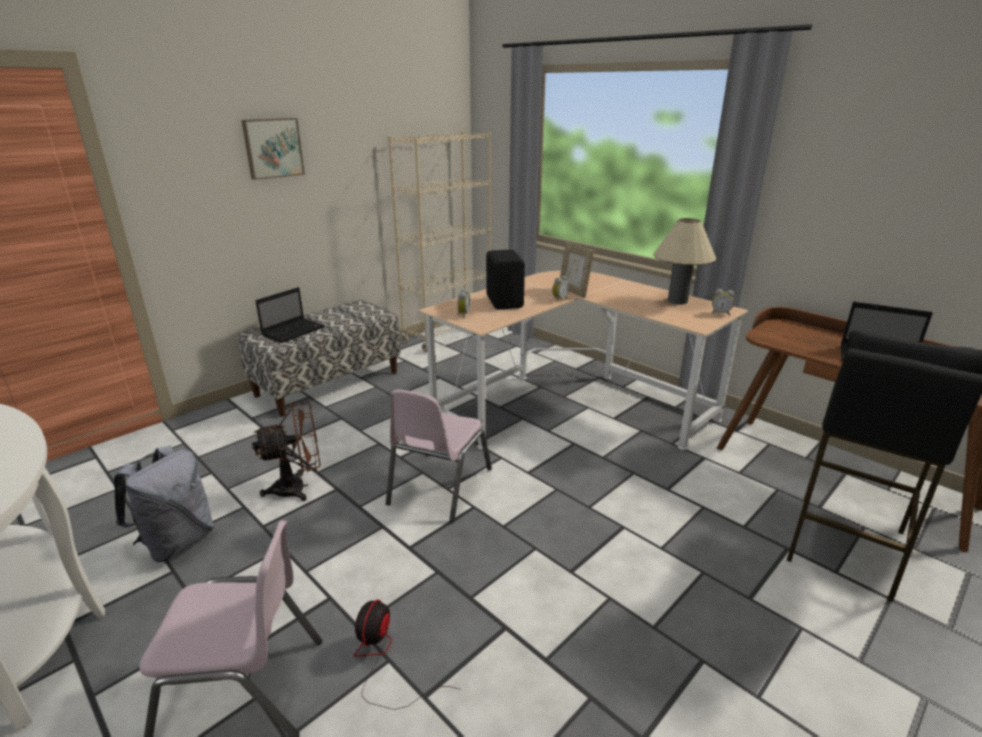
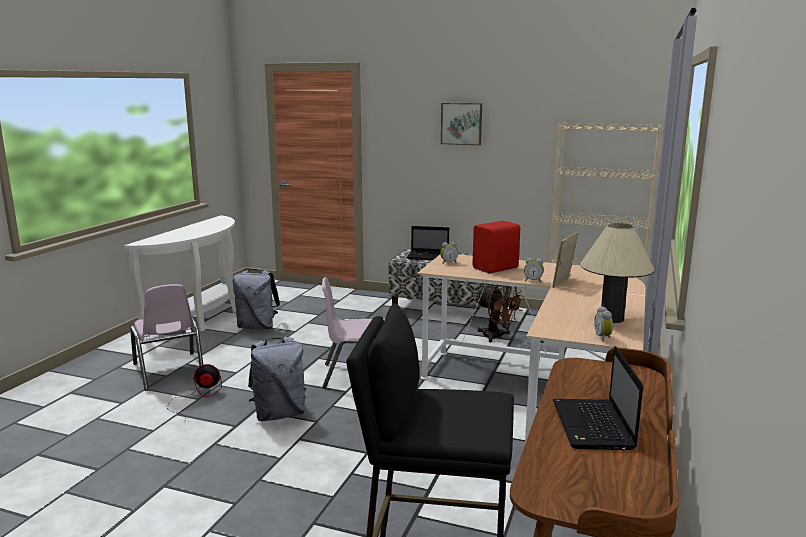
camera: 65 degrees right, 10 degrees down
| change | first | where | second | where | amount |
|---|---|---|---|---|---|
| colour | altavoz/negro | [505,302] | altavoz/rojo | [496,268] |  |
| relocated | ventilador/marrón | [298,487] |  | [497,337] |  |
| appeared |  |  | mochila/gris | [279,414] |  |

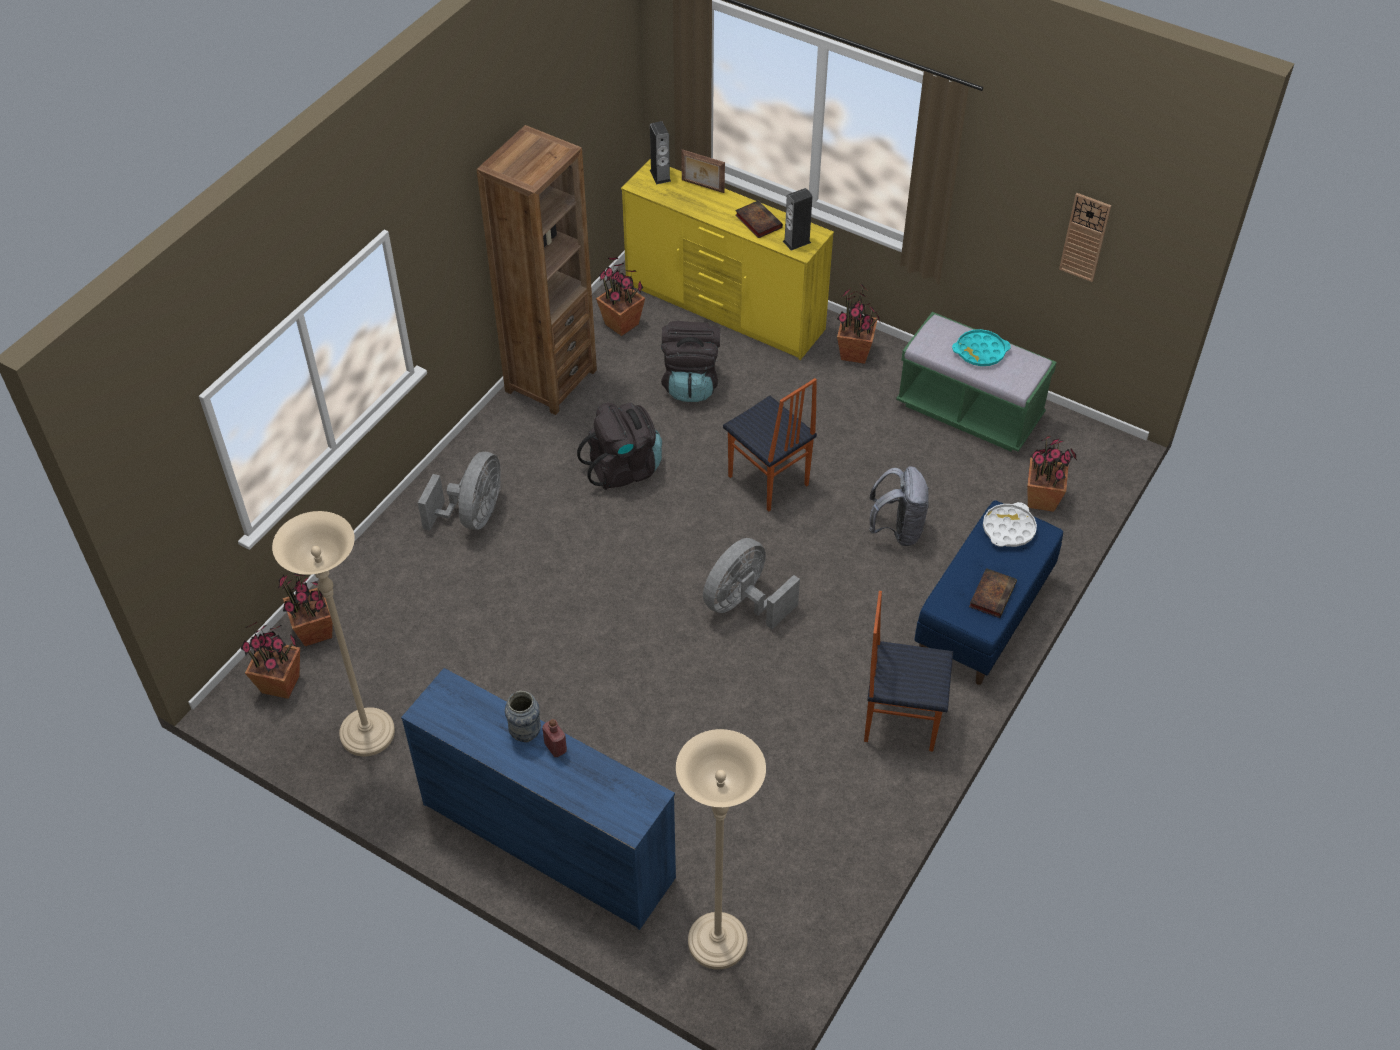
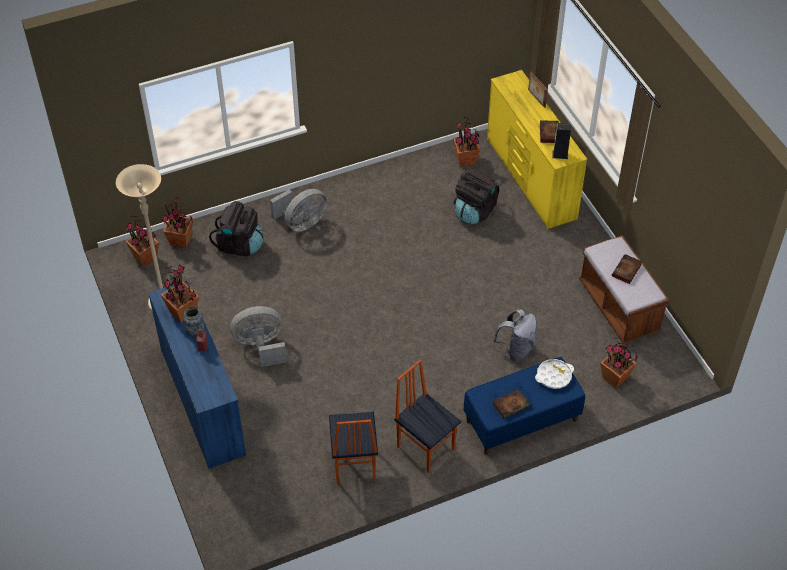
camera: 35 degrees right, 0 degrees up
| change | first | where | second | where | amount |
|---|---|---|---|---|---|
| missing | altavoz | [660,175] |  |  |  |
| missing | estantería/marrón | [550,380] |  |  |  |
| missing | reloj de pared | [1085,237] |  |  |  |
| relocated | planta en maceta | [855,353] |  | [182,313] |  |
| colour | banco/verde | [969,412] | banco/marrón | [619,307] |  |
| exchanged | bandeja/turquesa | [980,352] | libro | [626,271] |  |
| relocated | silla | [767,481] |  | [353,464] |  |
| relocated | mochila/negro | [624,468] |  | [240,245] |  |
| relocated | ventilador/gris | [744,604] |  | [261,346] |  |
| missing | lámpara de pie/beis | [717,943] |  |  |  |

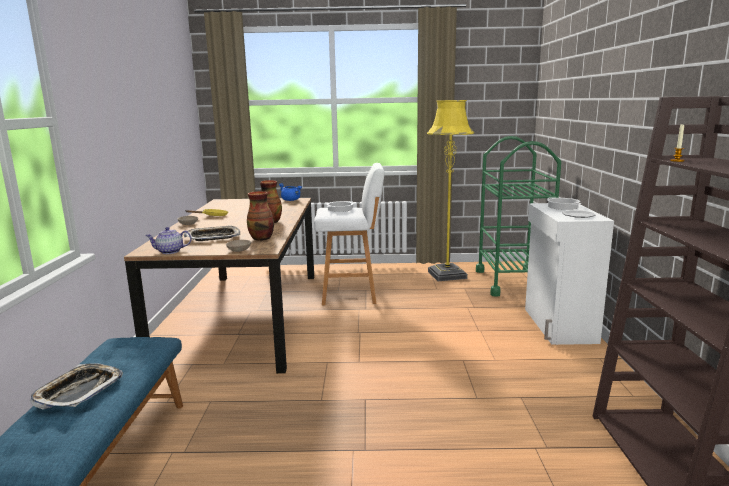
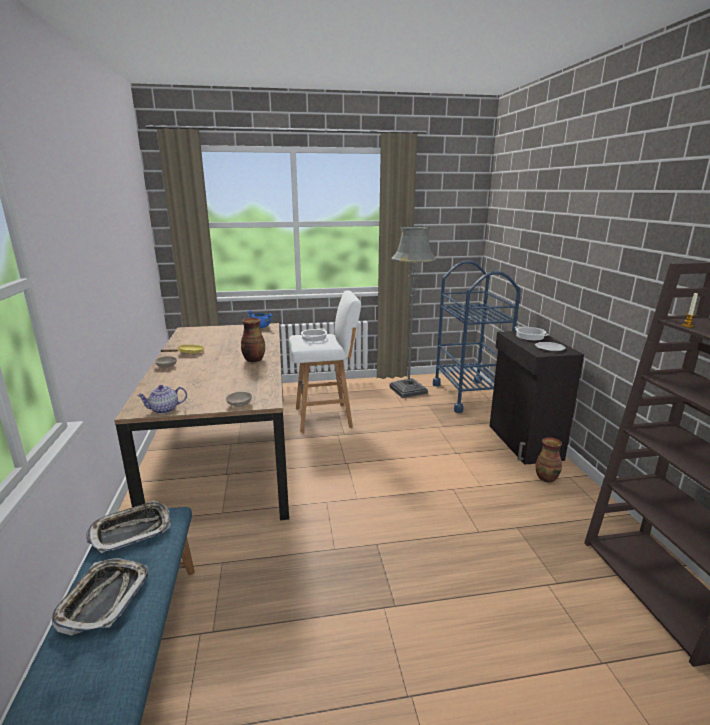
camera: 10 degrees left, 5 degrees up
| change | first | where | second | where | amount |
|---|---|---|---|---|---|
| colour | lámpara de pie/amarillo | [447,275] | lámpara de pie/gris | [408,390] |  |
| colour | carrito/verde | [512,282] | carrito/azul | [468,395] |  |
| relocated | florero | [262,238] |  | [546,478] |  |
| colour | armario/blanco | [558,325] | armario/negro | [523,442] |  |
| relocated | bandeja | [213,237] |  | [131,530] |  |

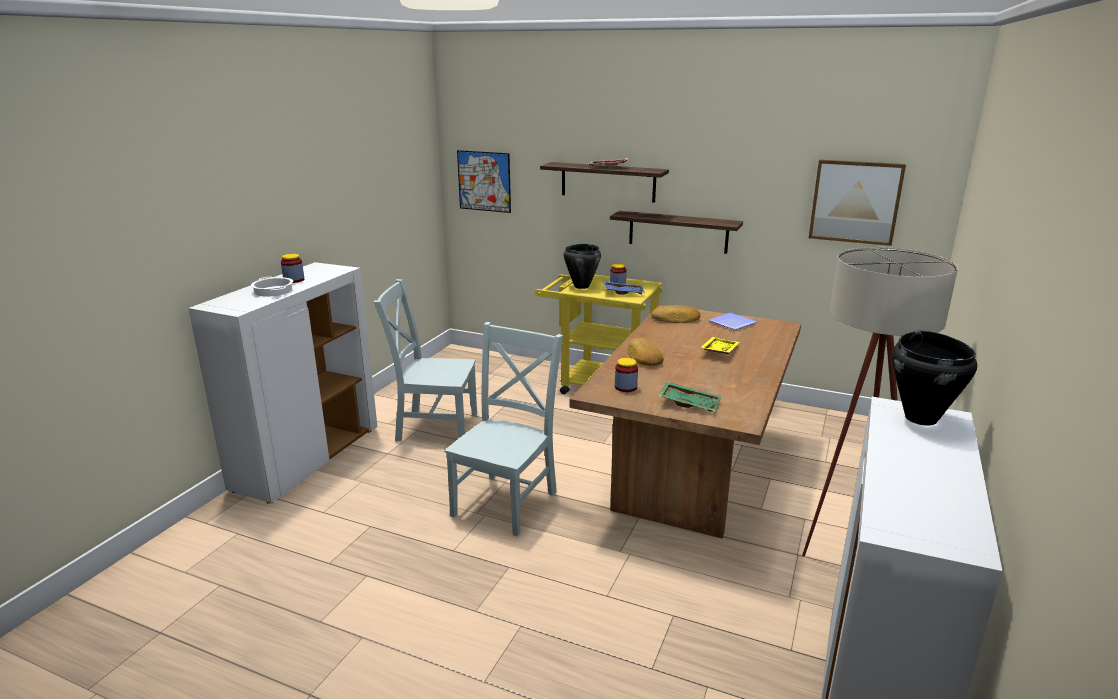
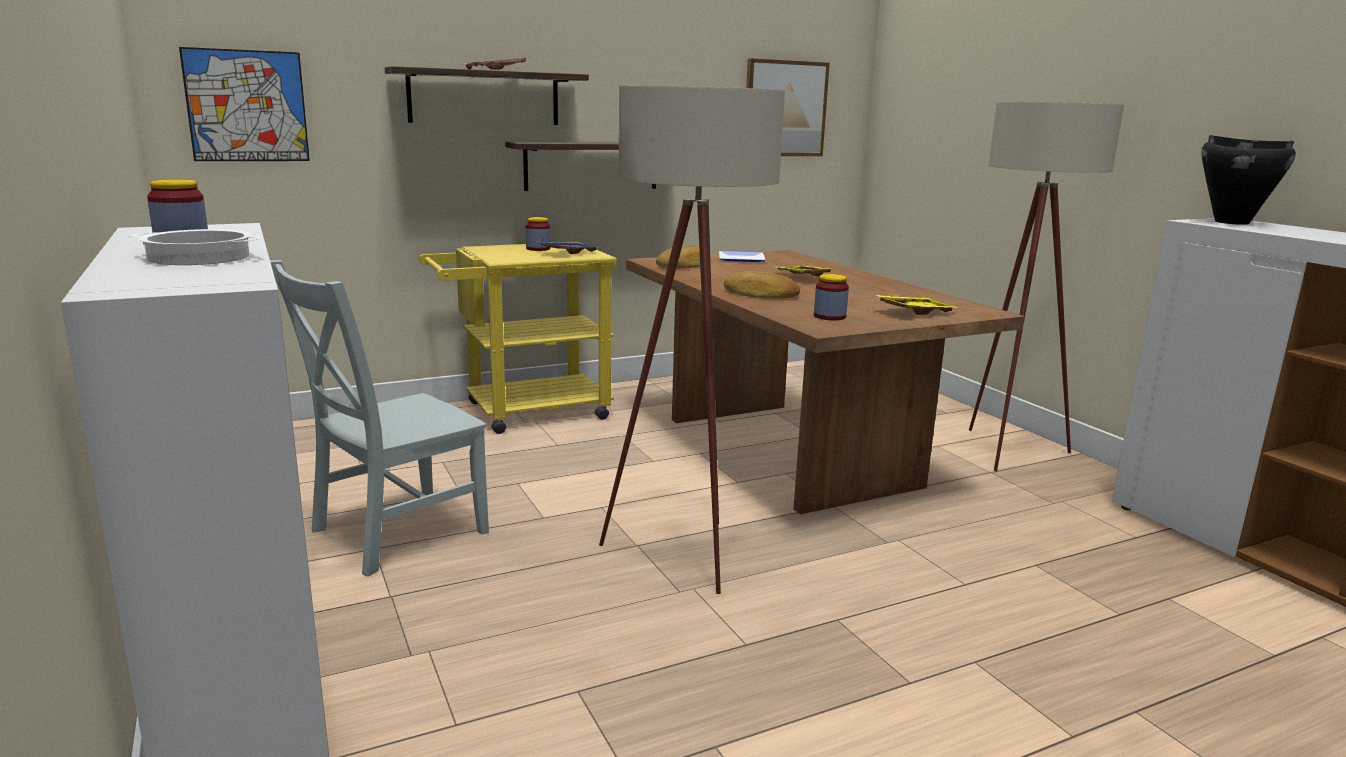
camera: 50 degrees left, 5 degrees down
| change | first | where | second | where | amount |
|---|---|---|---|---|---|
| missing | olla/negro | [581,286] |  |  |  |
| exchanged | silla/gris | [507,501] | lámpara de pie/beis | [685,561] |  |
| colour | bandeja/verde | [690,403] | bandeja/amarillo | [914,312] |  |

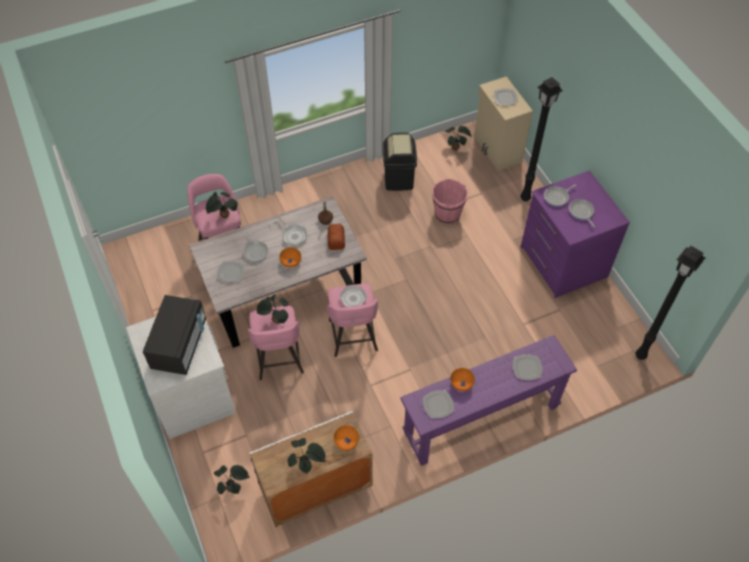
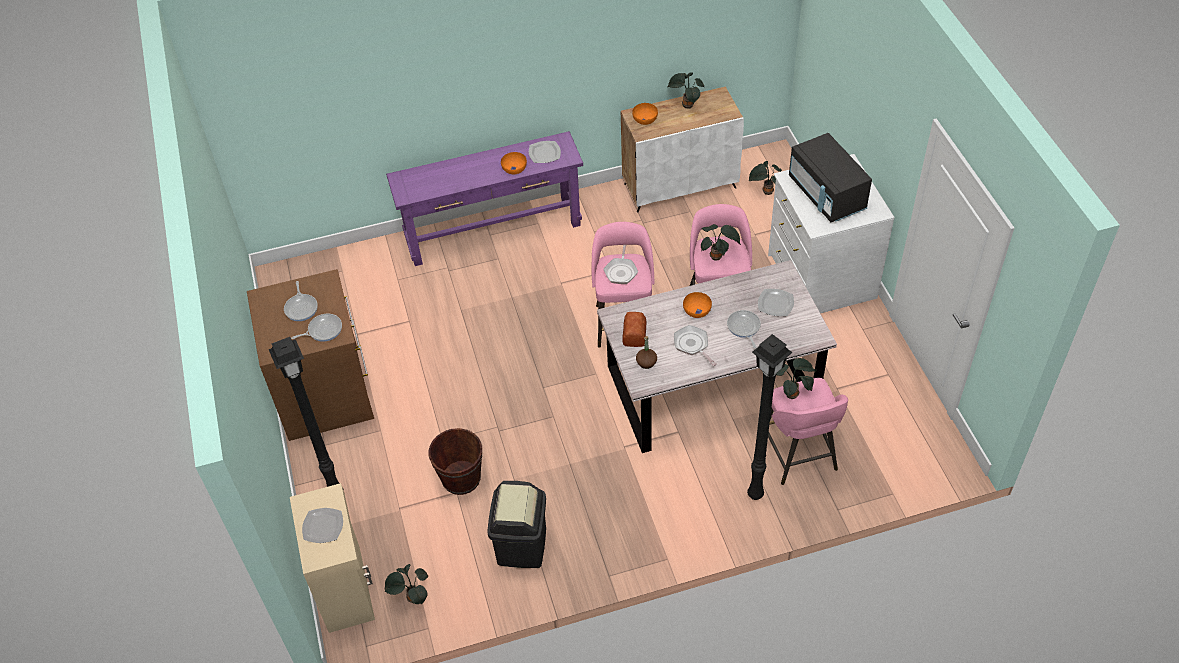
camera: 170 degrees left, 5 degrees down
| change | first | where | second | where | amount |
|---|---|---|---|---|---|
| colour | cómoda/morado | [562,262] | cómoda/marrón | [326,393] |  |
| colour | cubo/rosa | [447,214] | cubo/marrón | [461,478] |  |
| relocated | lámpara de pie/negro | [641,355] |  | [753,494] |  |
| spun | microondas/negro | [179,345] |  | [826,195] | 45 degrees counterclockwise |
| missing | plato | [526,367] |  |  |  |

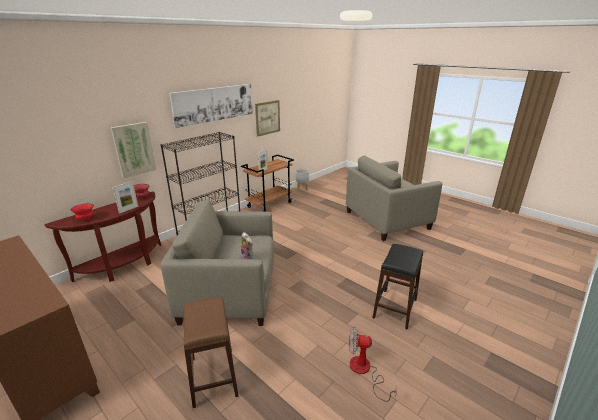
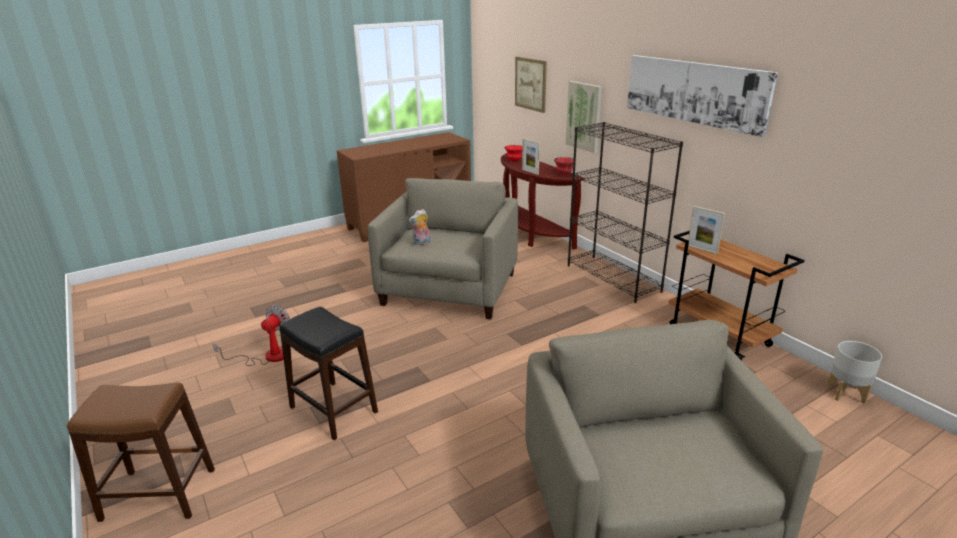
camera: 105 degrees right, 0 degrees up
| change | first | where | second | where | amount |
|---|---|---|---|---|---|
| relocated | cuadro | [267,118] |  | [530,84] |  |
| relocated | taburete/marrón | [213,376] |  | [159,494] |  |

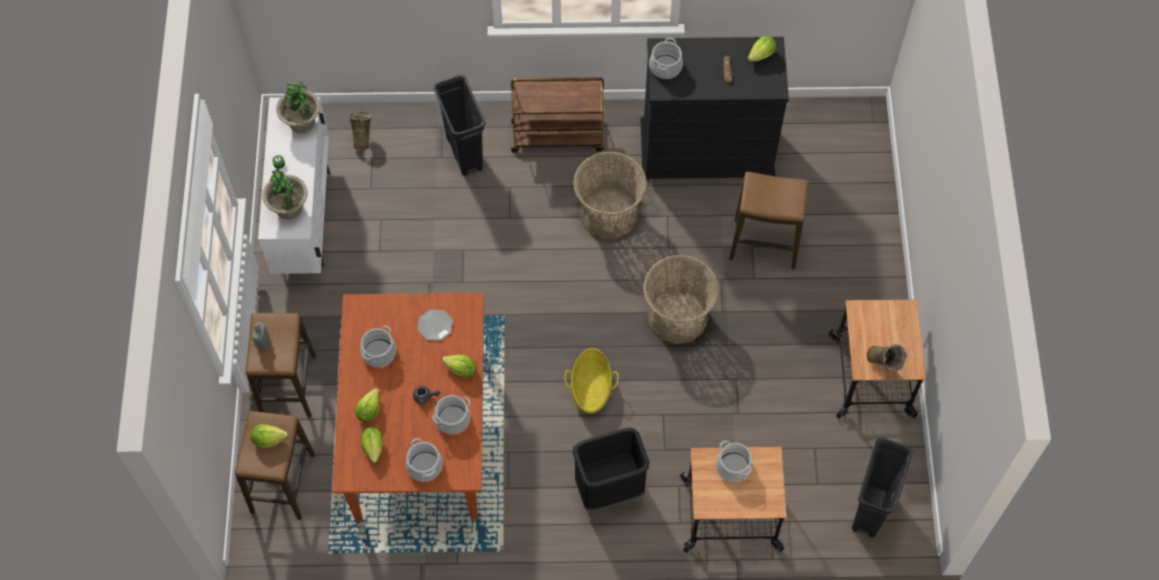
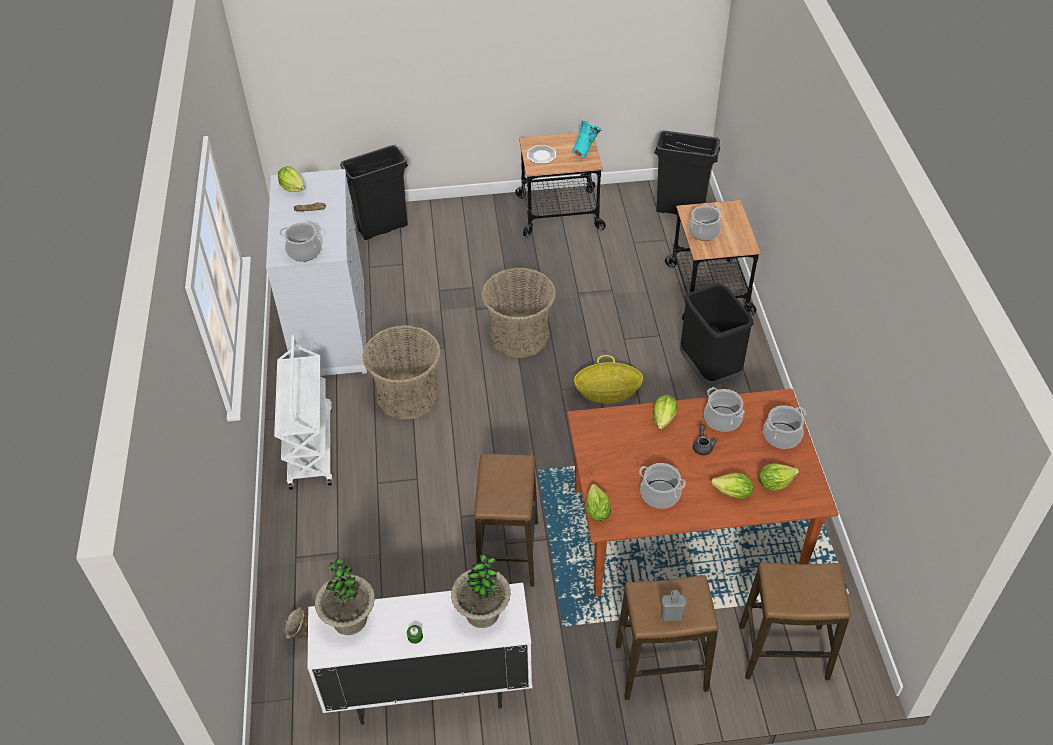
camera: 95 degrees left, 15 degrees down
| change | first | where | second | where | amount |
|---|---|---|---|---|---|
| colour | cómoda/negro | [707,149] | cómoda/blanco | [329,327] |  |
| relocated | papelera/negro | [464,153] |  | [383,228] |  |
| colour | carrito/marrón | [558,135] | carrito/blanco | [310,446] |  |
| relocated | taburete | [764,244] |  | [508,552] |  |
| relocated | plato | [435,325] |  | [541,155] |  |
| colour | florero/beis | [883,366] | florero/turquesa | [586,153] |  |
| relocated | lechuga | [268,439] |  | [597,511] |  |

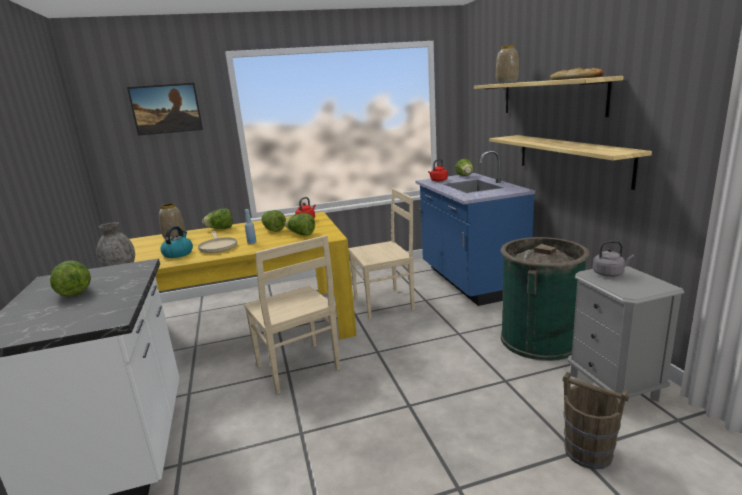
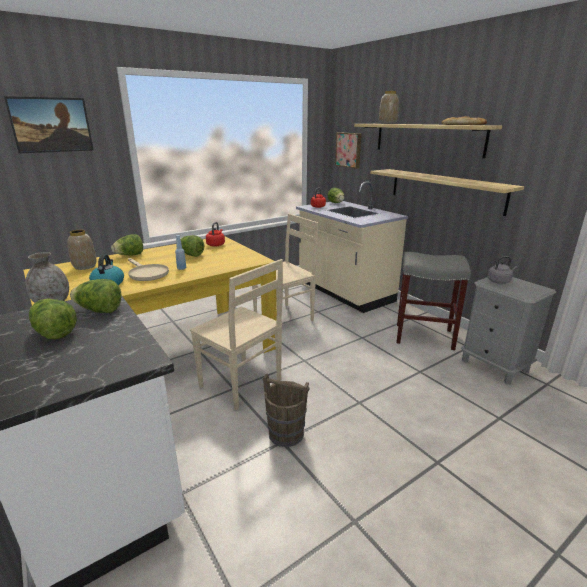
camera: 20 degrees left, 5 degrees up
| change | first | where | second | where | amount |
|---|---|---|---|---|---|
| colour | mueble bajo de cocina/azul | [470,281] | mueble bajo de cocina/beis | [344,293] |  |
| relocated | lechuga | [301,234] |  | [99,310] |  |
| exchanged | papelera/verde | [539,340] | taburete/gris | [425,336] |  |
| relocated | cubo/marrón | [587,452] |  | [285,433] |  |
| appeared |  |  | cuadro | [349,150] |  |

